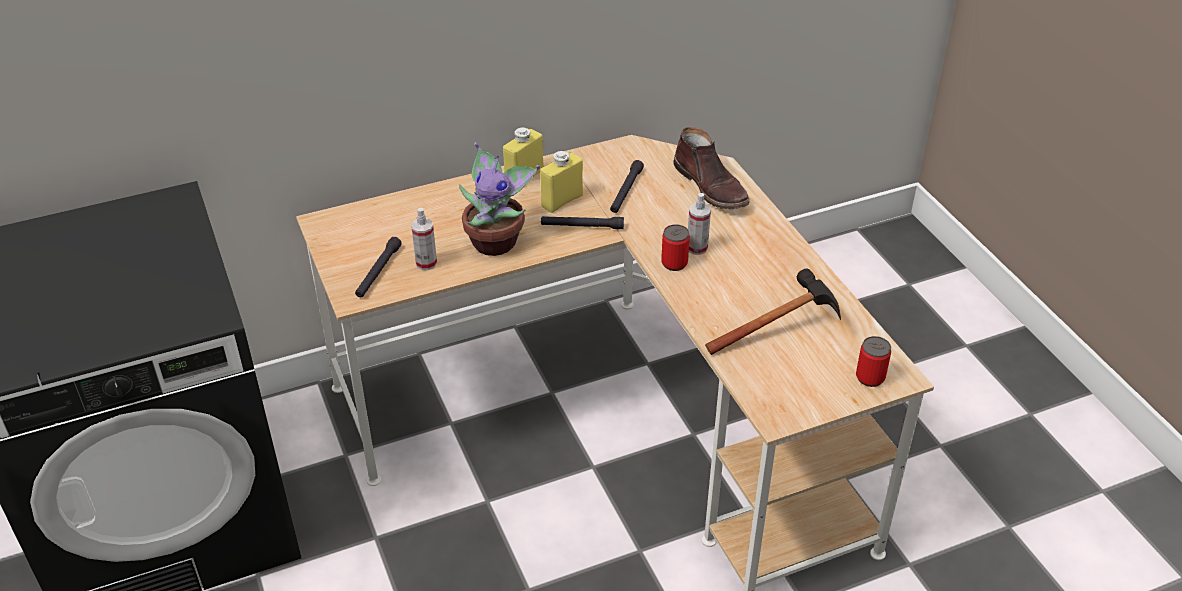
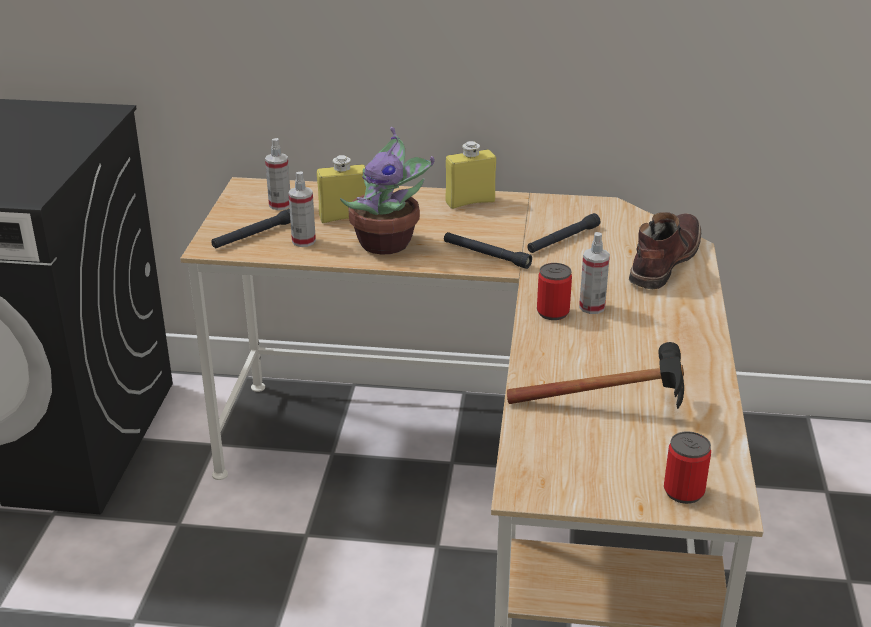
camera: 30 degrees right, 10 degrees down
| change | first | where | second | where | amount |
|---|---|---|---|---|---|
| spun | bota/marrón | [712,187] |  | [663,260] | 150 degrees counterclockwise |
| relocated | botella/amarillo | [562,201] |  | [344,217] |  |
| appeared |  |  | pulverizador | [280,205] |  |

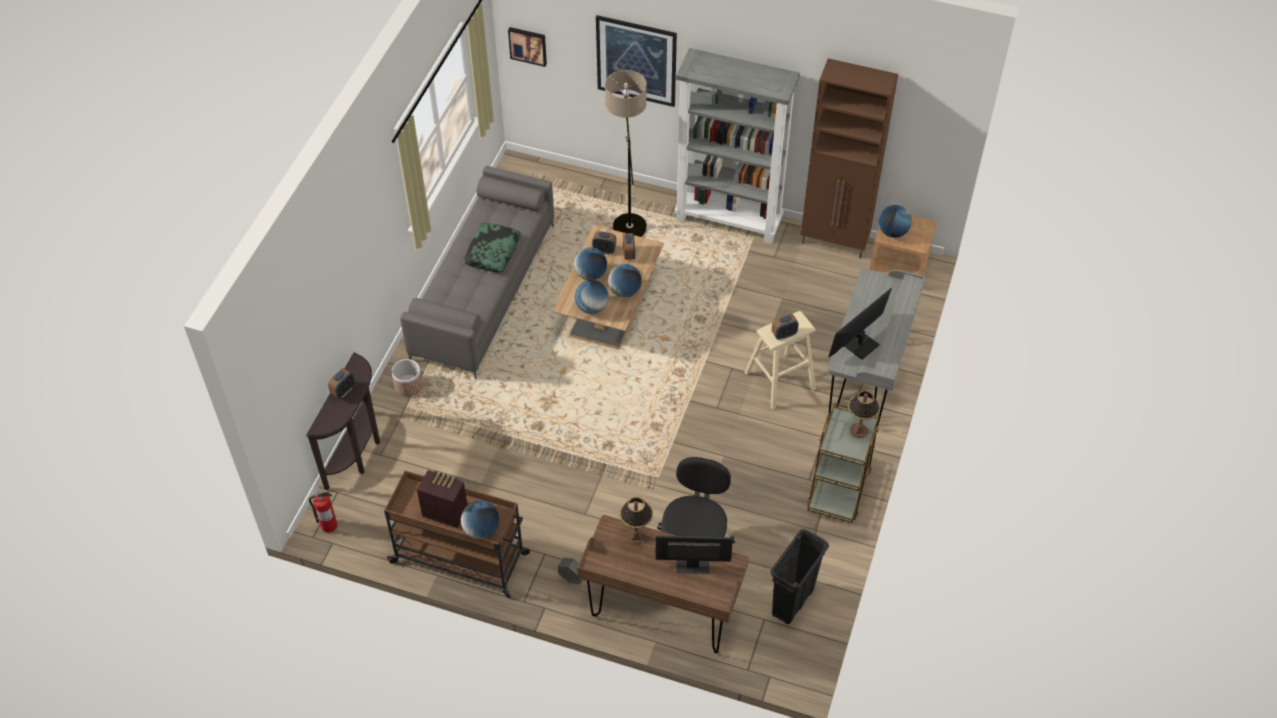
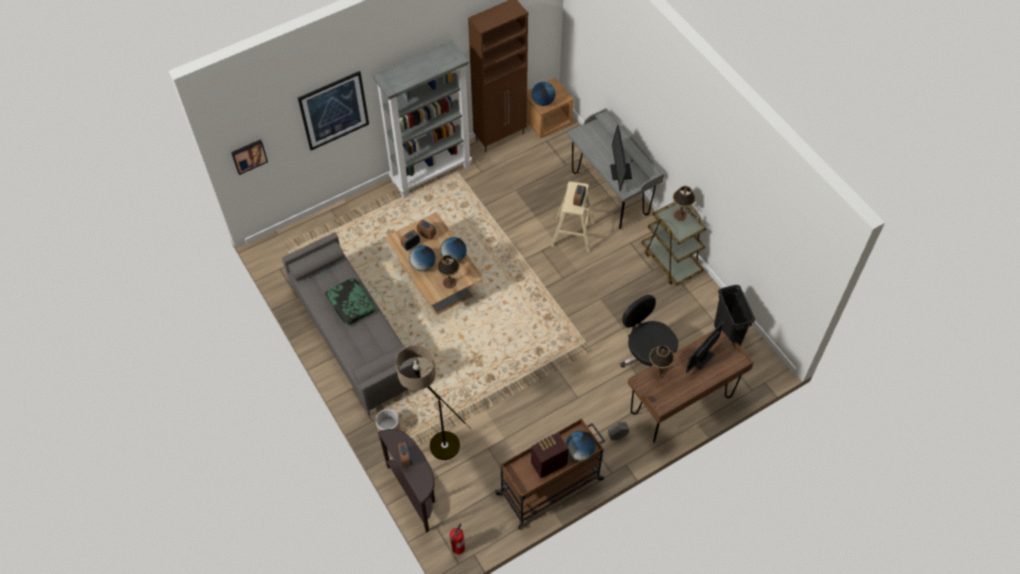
camera: 50 degrees left, 5 degrees up
| change | first | where | second | where | amount |
|---|---|---|---|---|---|
| relocated | lámpara de pie | [628,217] |  | [434,439] |  |
| exchanged | globo terráqueo | [592,307] | lámpara de mesa | [449,282] |  |

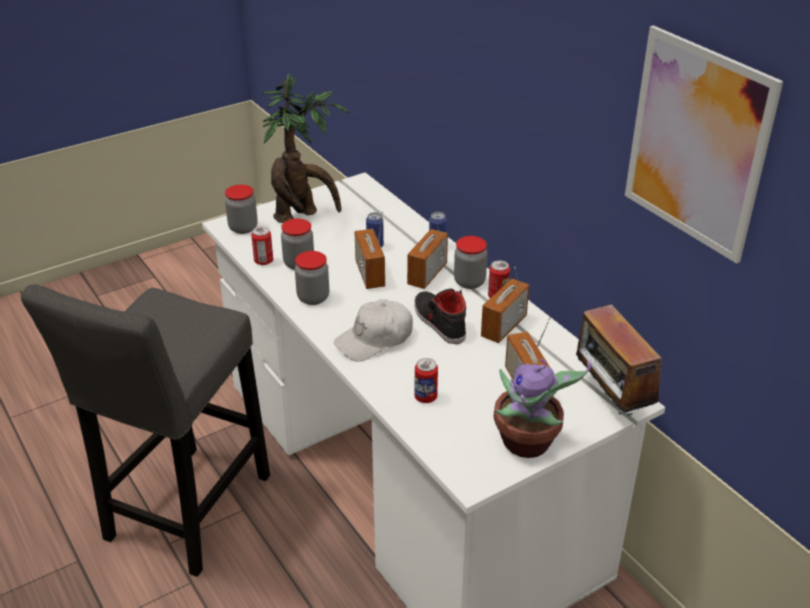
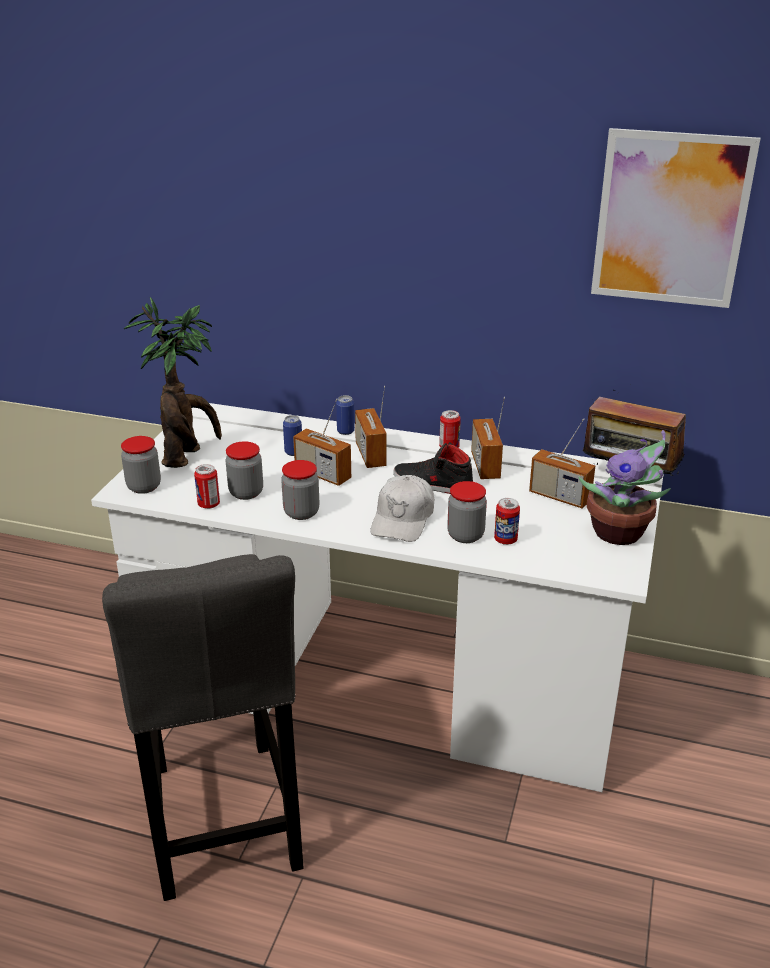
camera: 40 degrees left, 5 degrees down
| change | first | where | second | where | amount |
|---|---|---|---|---|---|
| relocated | tarro | [469,282] |  | [465,535] |  |

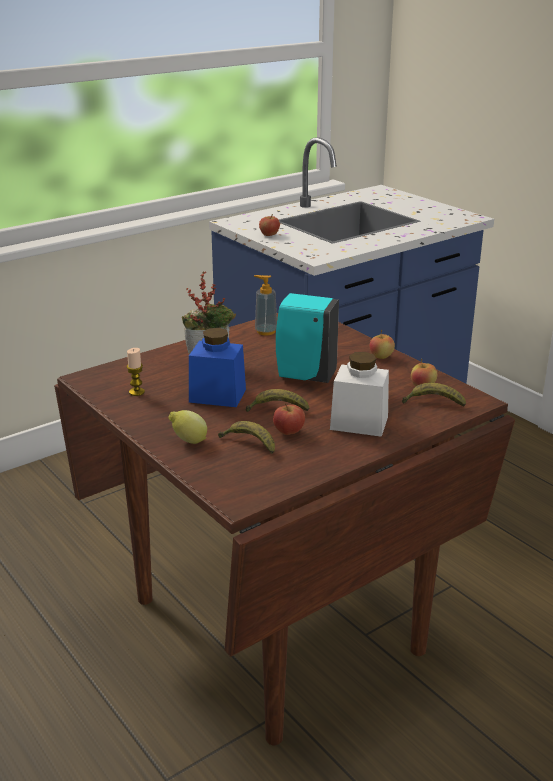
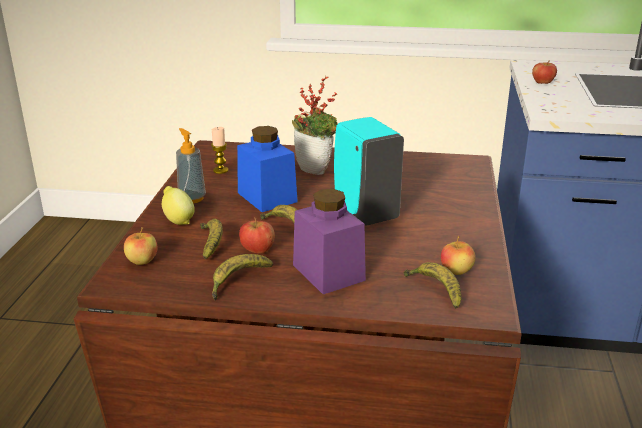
camera: 45 degrees right, 0 degrees up
| change | first | where | second | where | amount |
|---|---|---|---|---|---|
| relocated | dispensador de jabón | [266,331] |  | [192,198] |  |
| relocated | manzana | [381,356] |  | [142,261] |  |
| colour | tarro/blanco | [359,423] | tarro/morado | [328,272] |  |
| appeared |  |  | plátano | [238,281] |  |

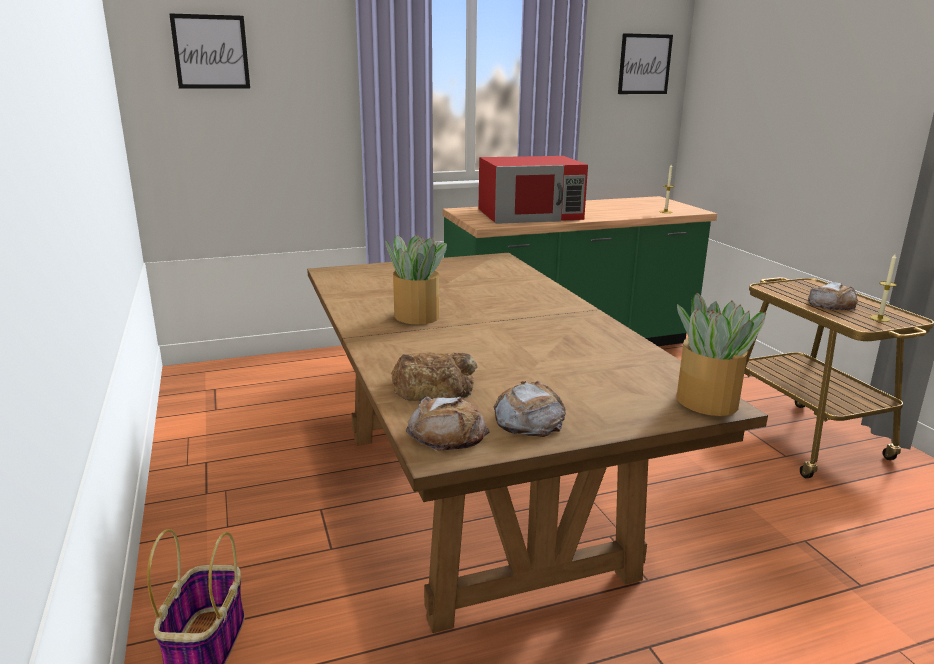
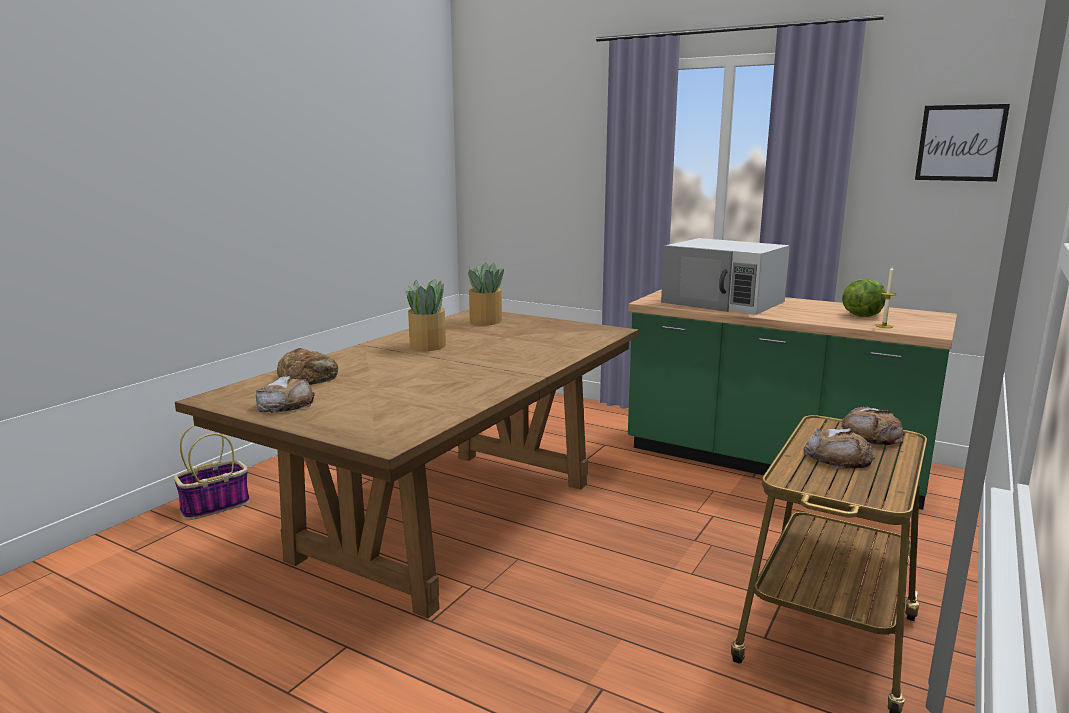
camera: 50 degrees right, 5 degrees down
| change | first | where | second | where | amount |
|---|---|---|---|---|---|
| missing | cuadro | [211,52] |  |  |  |
| colour | microondas/rojo | [530,214] | microondas/blanco | [723,302] |  |
| missing | vela | [879,318] |  |  |  |
| relocated | planta en maceta | [707,402] |  | [485,321] |  |
| relocated | pan | [447,432] |  | [871,434] |  |
| appeared |  |  | lechuga | [861,315] |  |

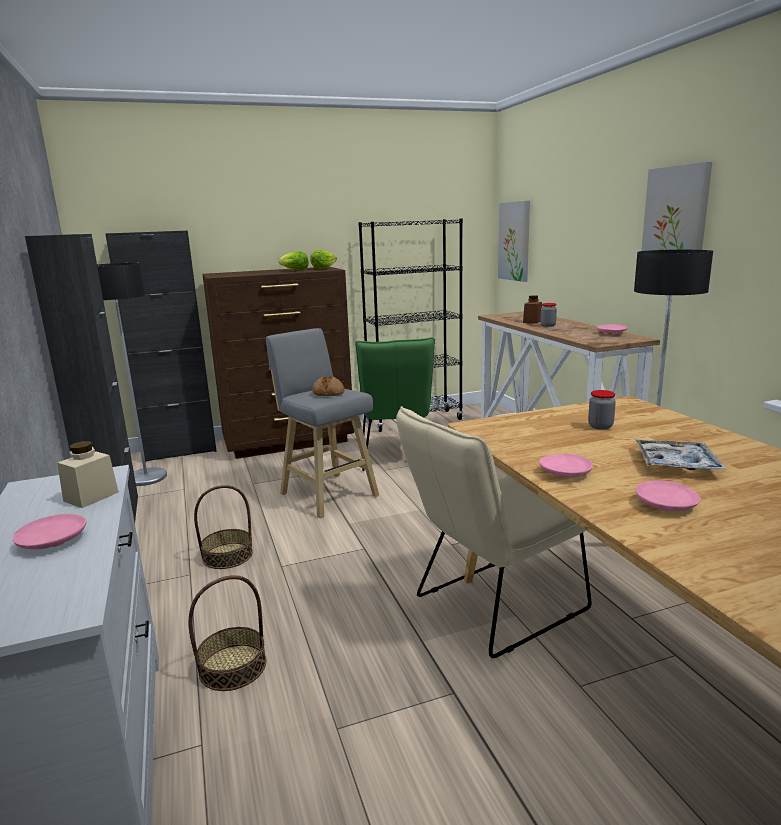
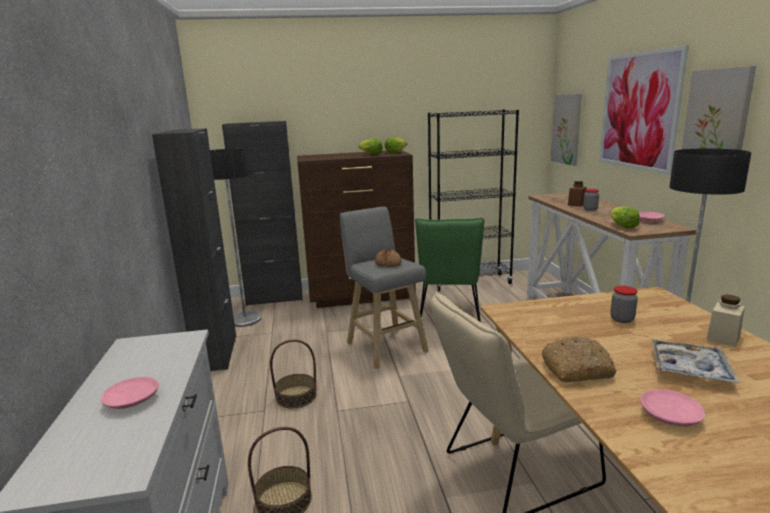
camera: 10 degrees right, 0 degrees up
| change | first | where | second | where | amount |
|---|---|---|---|---|---|
| relocated | tarro/beis | [91,496] |  | [723,337] |  |
| exchanged | plato/rosa | [565,473] | pan | [577,369] |  |
| appeared |  |  | cuadro | [639,111] |  |
| appeared |  |  | lechuga | [621,226] |  |

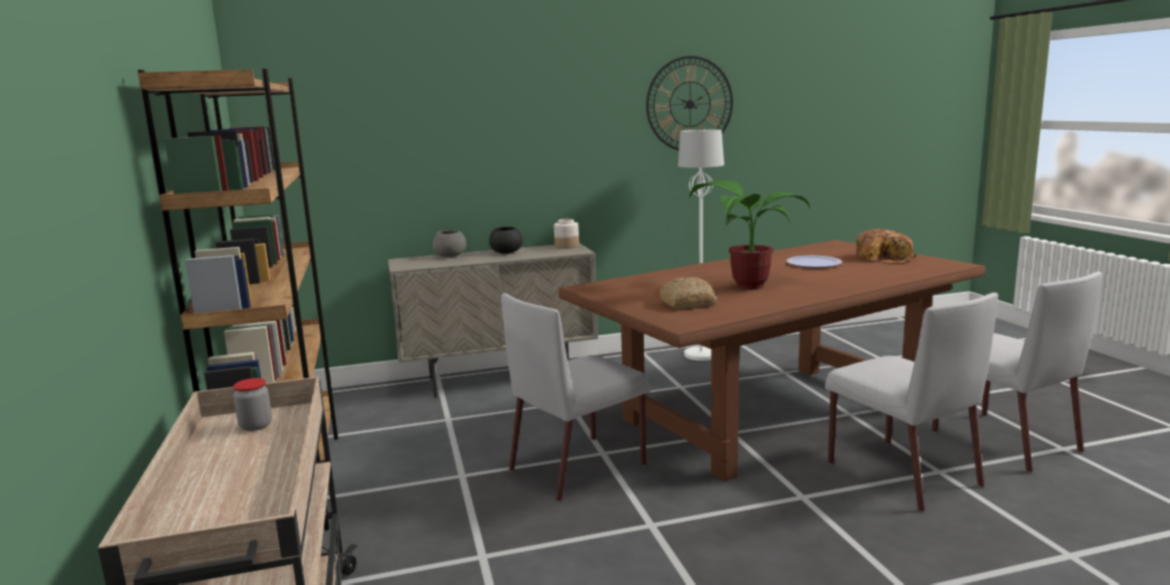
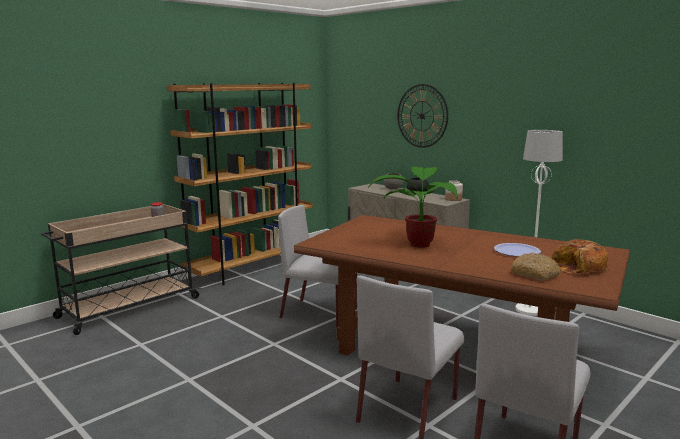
camera: 60 degrees right, 0 degrees up
| change | first | where | second | where | amount |
|---|---|---|---|---|---|
| relocated | reloj de pared | [689,104] |  | [422,116] |  |
| relocated | pan | [688,303] |  | [535,274] |  |

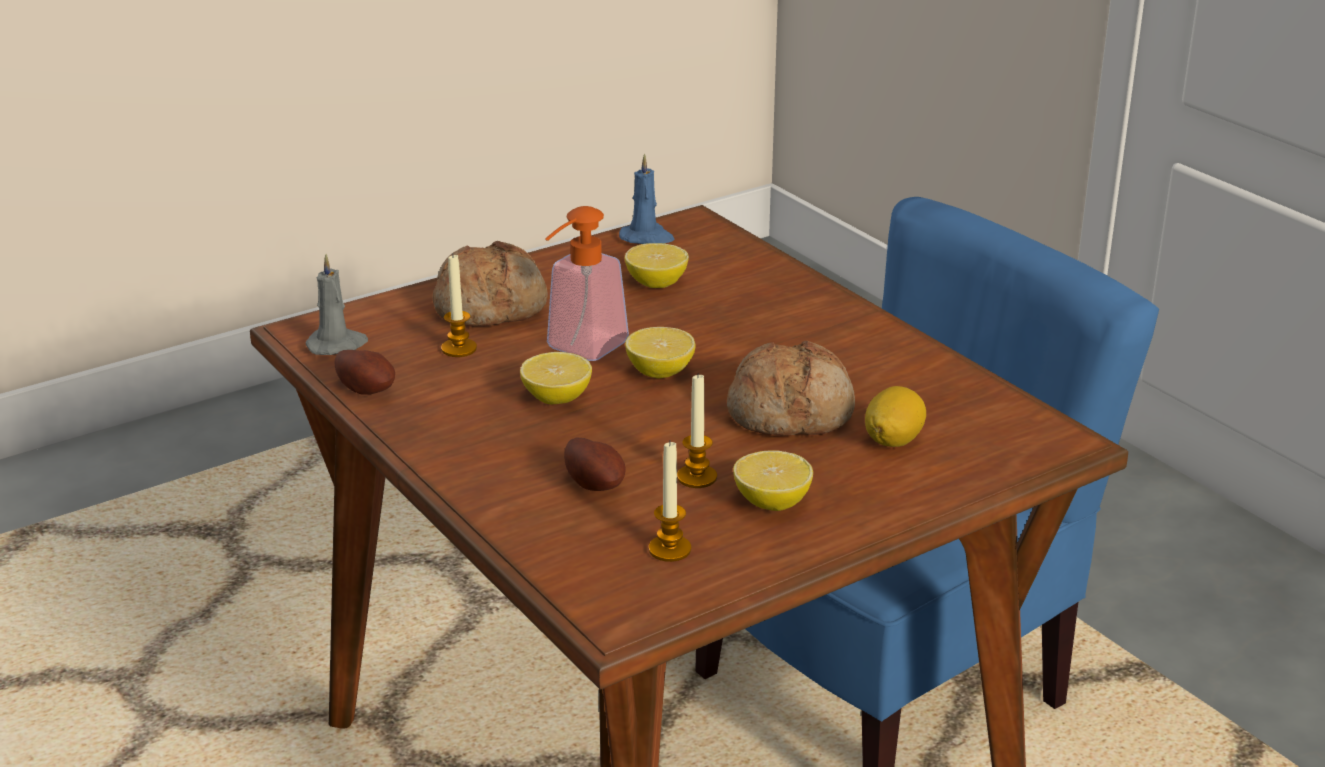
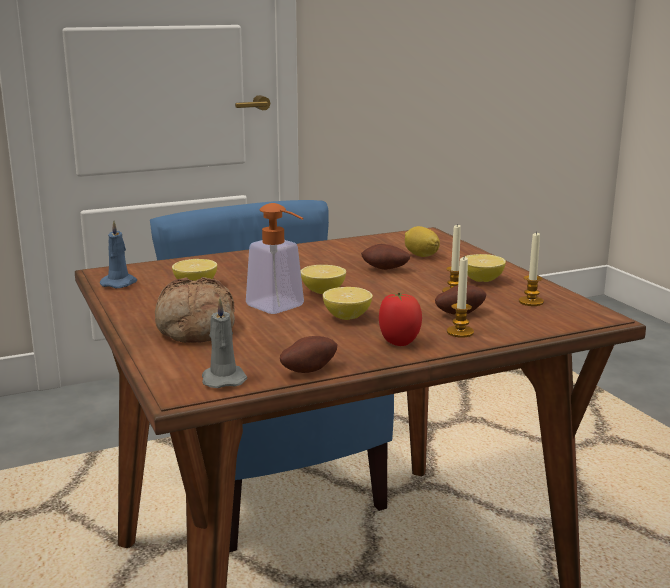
camera: 80 degrees left, 10 degrees down
| change | first | where | second | where | amount |
|---|---|---|---|---|---|
| relocated | vela | [459,349] |  | [460,332] |  |
| exchanged | pan | [791,412] | patata | [385,270] |  |
| appeared |  |  | tomate | [399,342] |  |

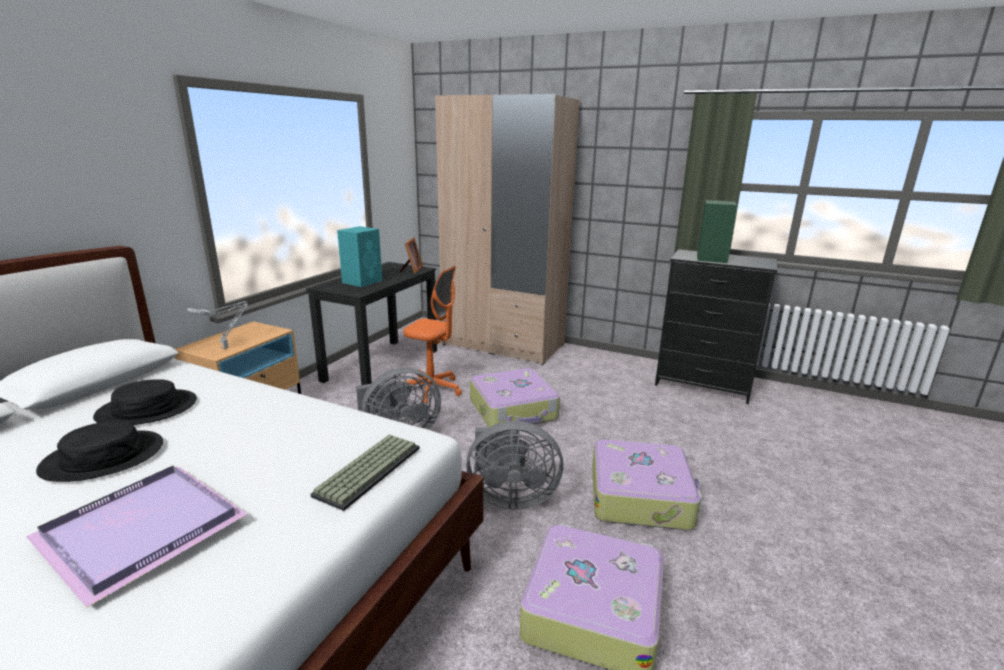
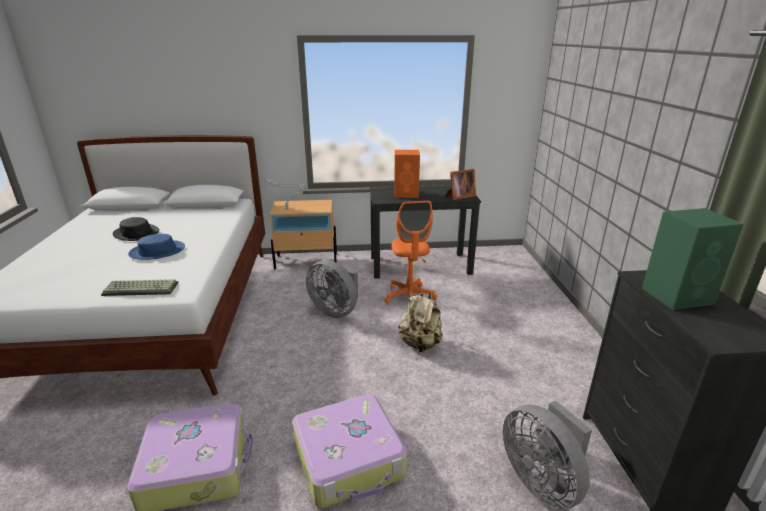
camera: 60 degrees right, 5 degrees up
| change | first | where | second | where | amount |
|---|---|---|---|---|---|
| missing | armario ropero/beis | [503,344] |  |  |  |
| colour | altavoz/turquesa | [363,281] | altavoz/naranja | [407,194] |  |
| exchanged | maleta | [514,410] | mochila/beis | [420,344] |  |
| missing | sombrero/negro | [147,409] |  |  |  |
| relocated | ventilador/gris | [510,497] |  | [542,481] |  |
| missing | bandeja/morado | [140,533] |  |  |  |
| appeared |  |  | sombrero/azul | [157,251] |  |

